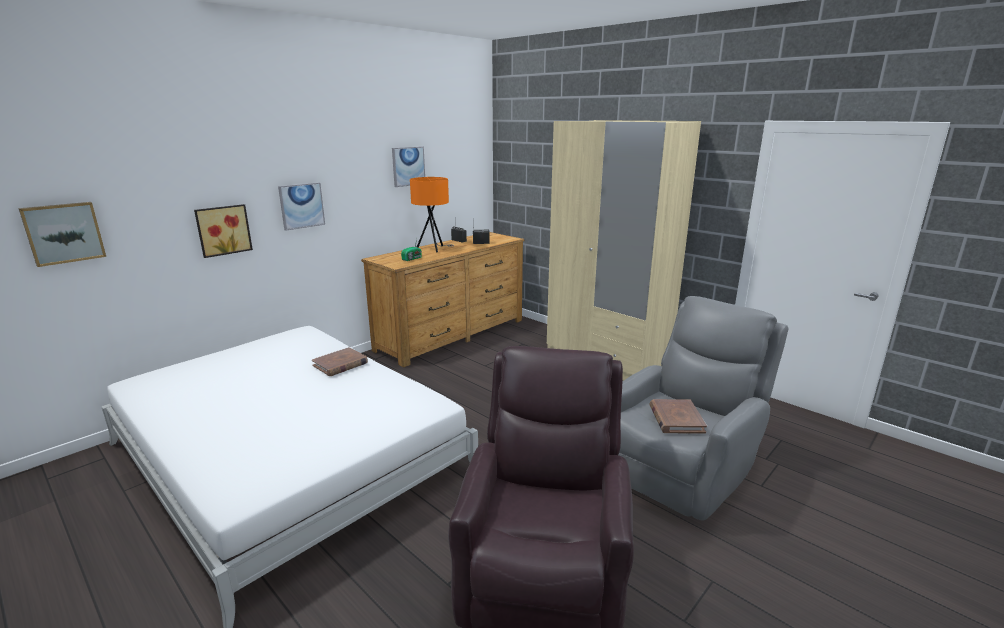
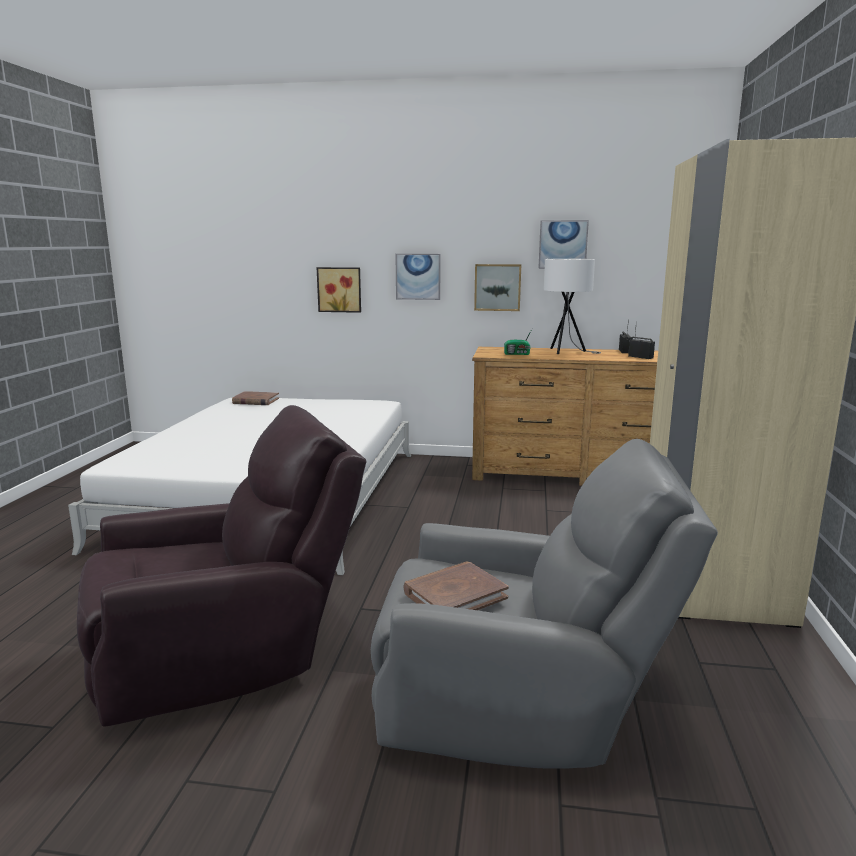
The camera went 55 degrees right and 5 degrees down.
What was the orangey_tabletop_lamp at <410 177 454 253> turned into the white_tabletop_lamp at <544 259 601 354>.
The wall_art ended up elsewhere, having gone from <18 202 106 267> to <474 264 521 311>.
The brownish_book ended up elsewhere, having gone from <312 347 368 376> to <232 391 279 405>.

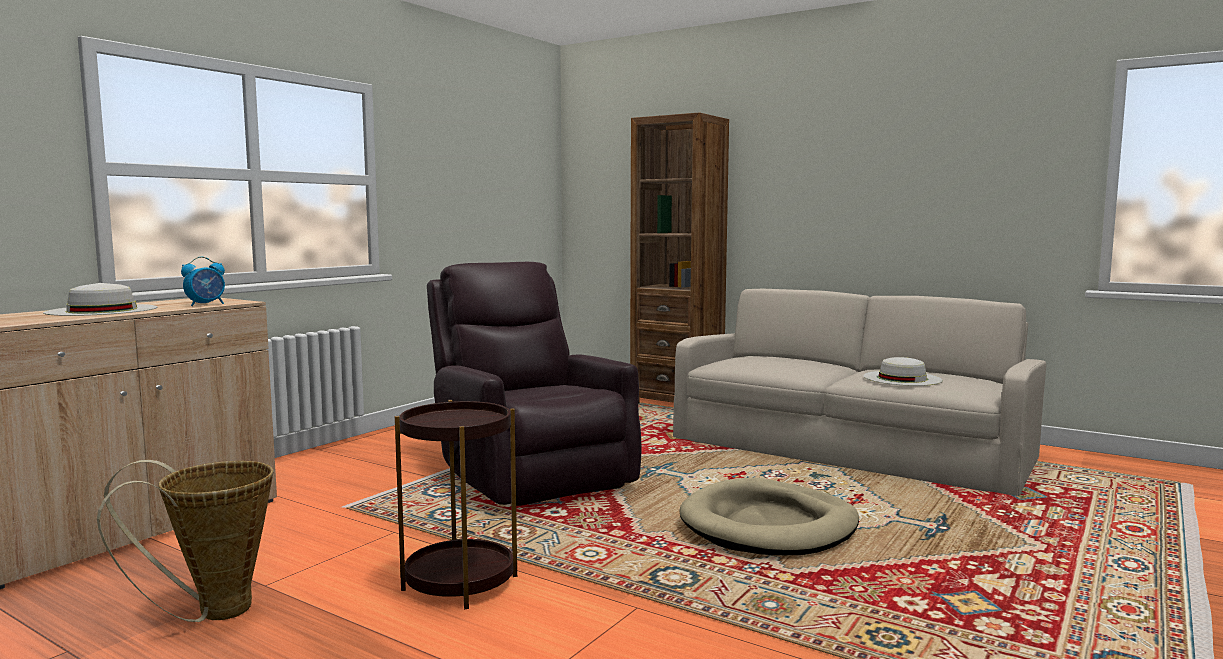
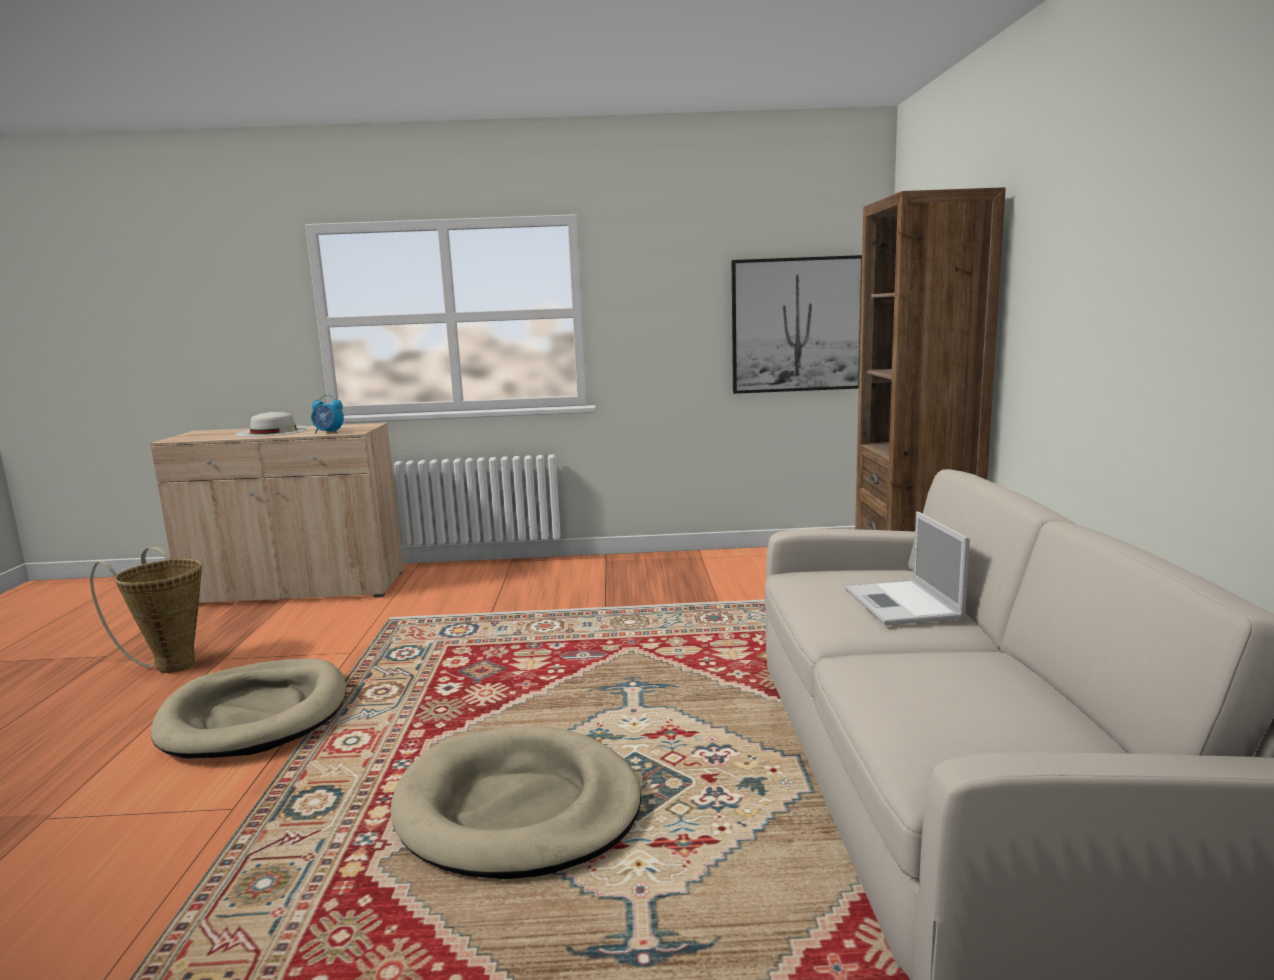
The camera went 55 degrees right and 5 degrees up.
The second view lost the brownish_armchair at <427 262 641 506>.
The second view lost the white_clothing_hat at <864 357 943 386>.
Where the brownish_side_table stood at <395 400 517 609>, the beige_dog_cushion came to stand at <151 659 346 758>.
The second view gained the wall_art at <732 255 862 394>.
The second view gained the notebook_computer at <845 512 970 625>.

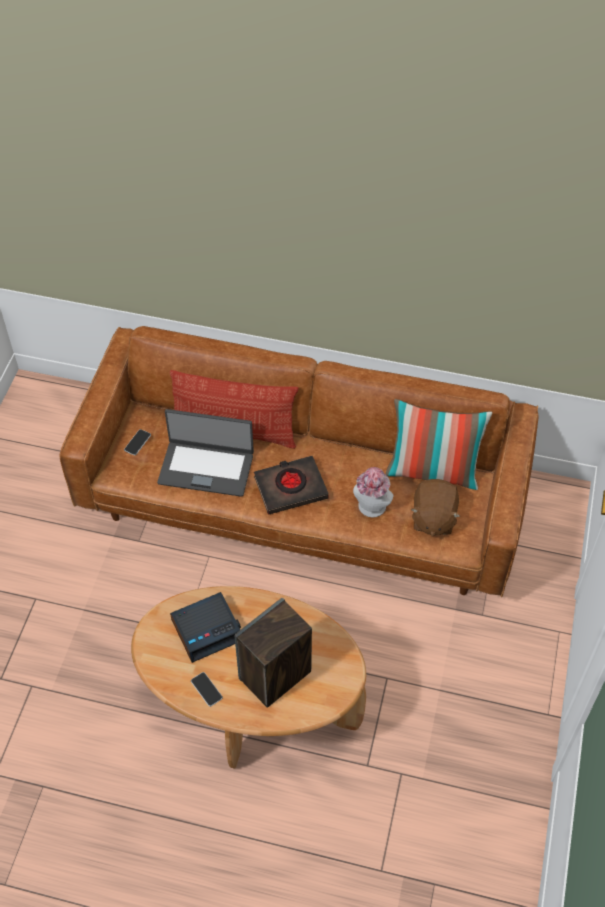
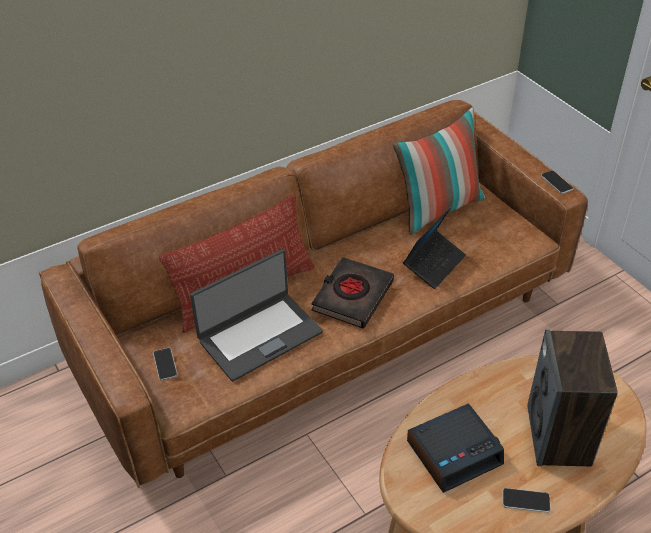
The camera went 45 degrees left and 10 degrees down.
Where the clothing_hat stood at <353 467 394 517>, the notebook_computer came to stand at <403 208 466 289>.
The second view lost the brownish_plush_toy at <411 479 460 537>.
The table_clock at <170 592 241 663> ended up facing another way, 45 degrees clockwise from before.
The second view gained the telephone at <541 170 573 194>.

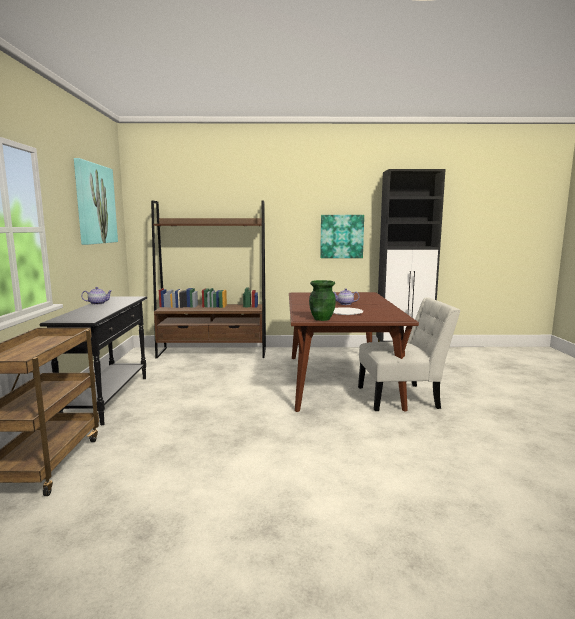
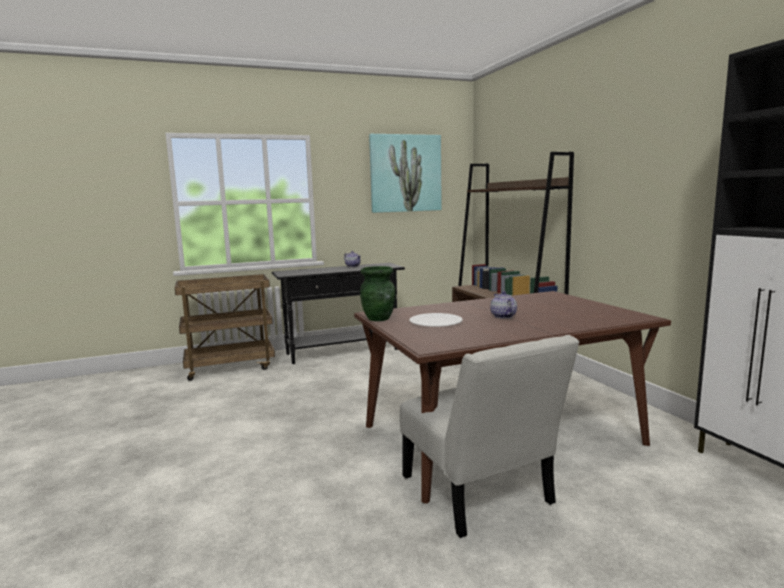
The camera went 70 degrees right and 0 degrees up.
The second view lost the wall_art at <320 215 364 258>.

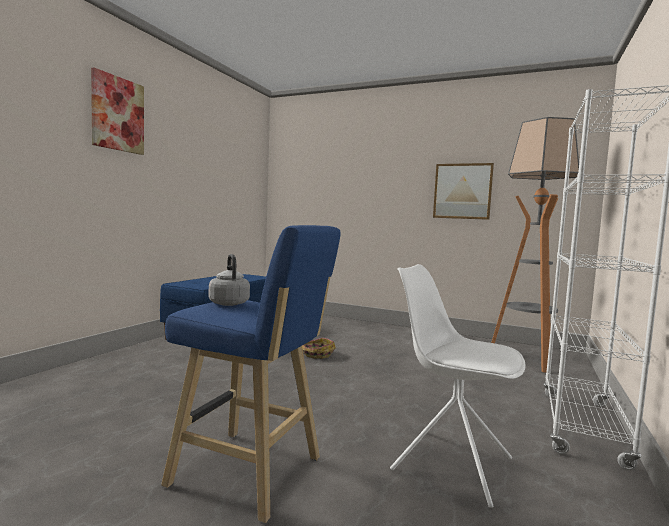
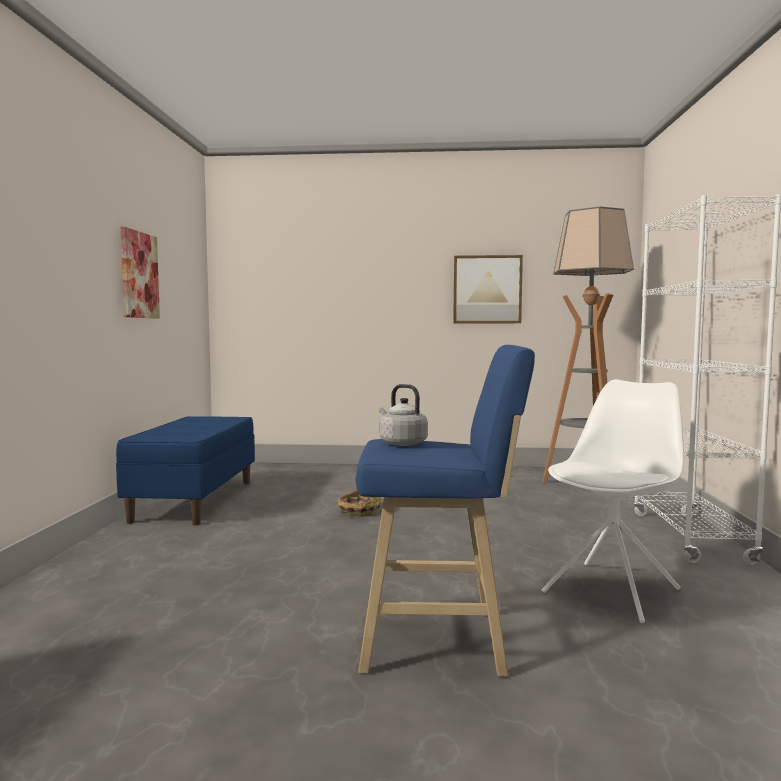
The camera went 20 degrees left and 0 degrees up.
The wall_art ended up elsewhere, having gone from <91 67 144 155> to <120 227 160 318>.
The white_chair at <390 264 525 508> ended up facing another way, 120 degrees clockwise from before.

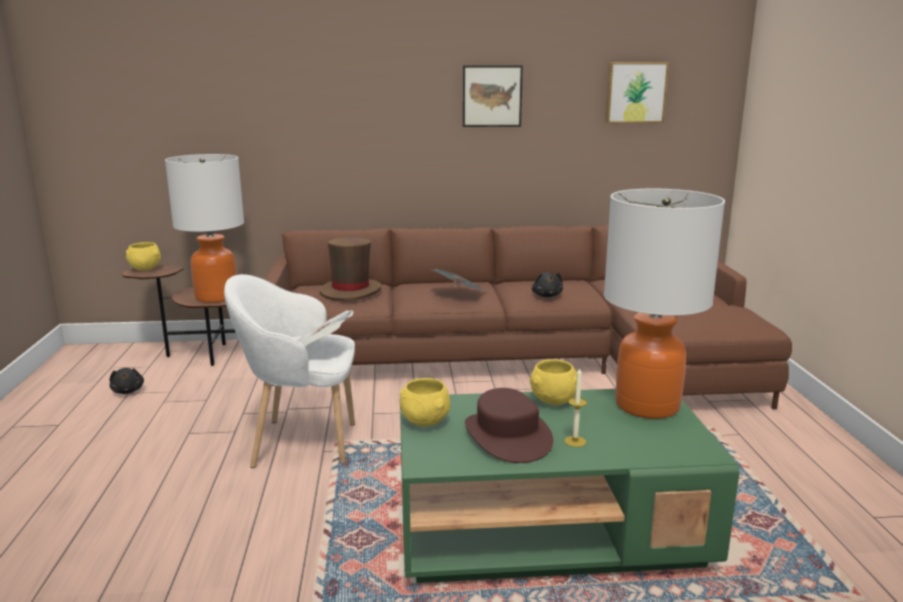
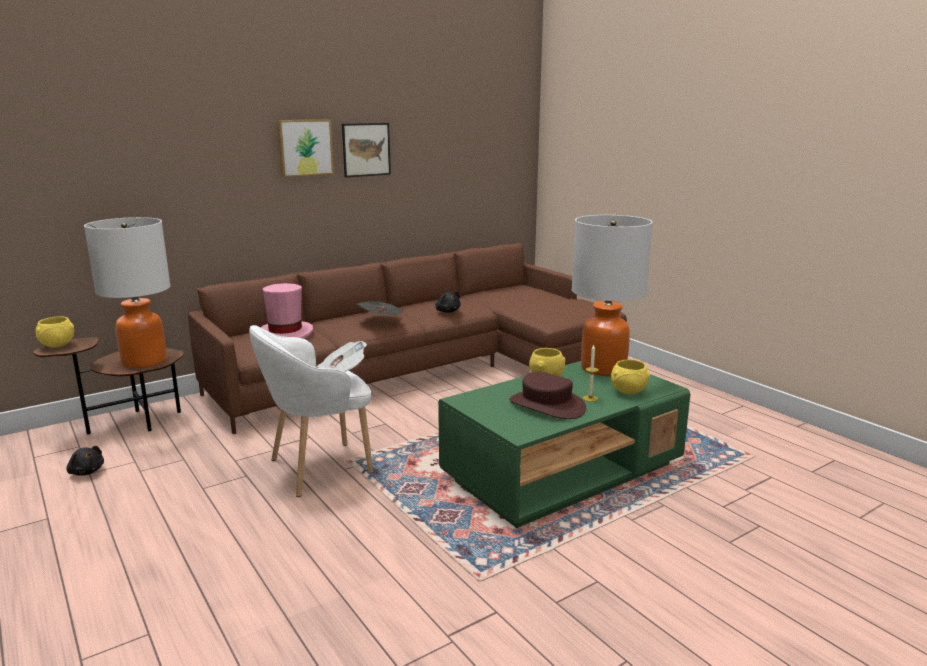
The camera went 30 degrees left and 0 degrees up.
The wall_art ended up elsewhere, having gone from <605 62 669 123> to <277 119 334 177>.
What was the brownish_clothing_hat at <320 237 381 301> turned into the pinkish_clothing_hat at <261 283 313 339>.
The yellow-coloured_bowl ended up elsewhere, having gone from <399 378 450 426> to <611 360 650 394>.

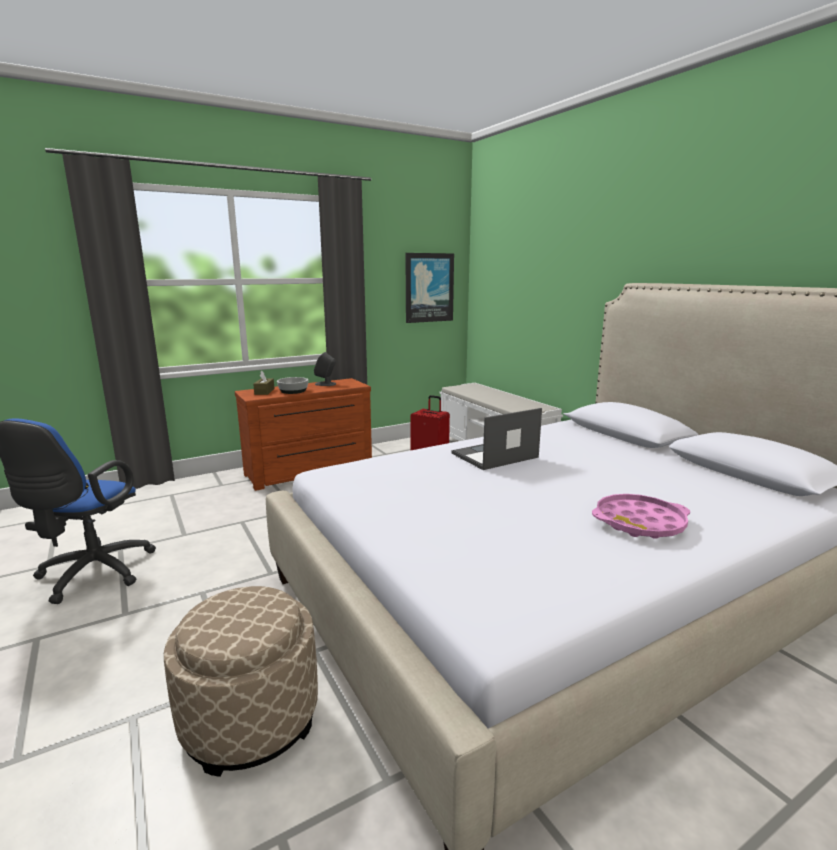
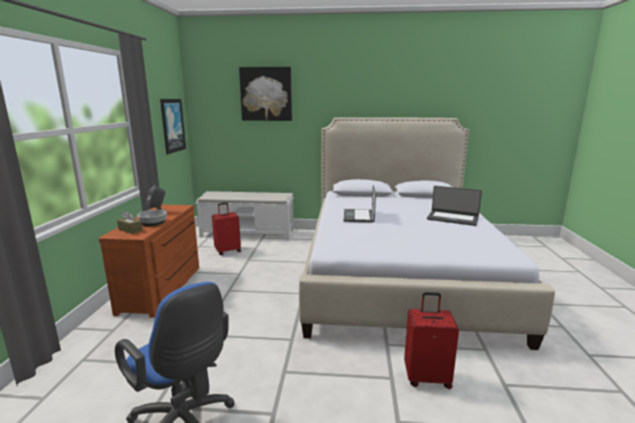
The camera went 55 degrees left and 0 degrees up.
Where the pinkish_carrying_tray stood at <592 494 690 539>, the notebook_computer came to stand at <427 186 482 226>.
Where the beige_ottoman stood at <164 586 318 777>, the red-coloured_travel_case came to stand at <404 292 459 389>.
The second view gained the wall_art at <239 67 292 121>.

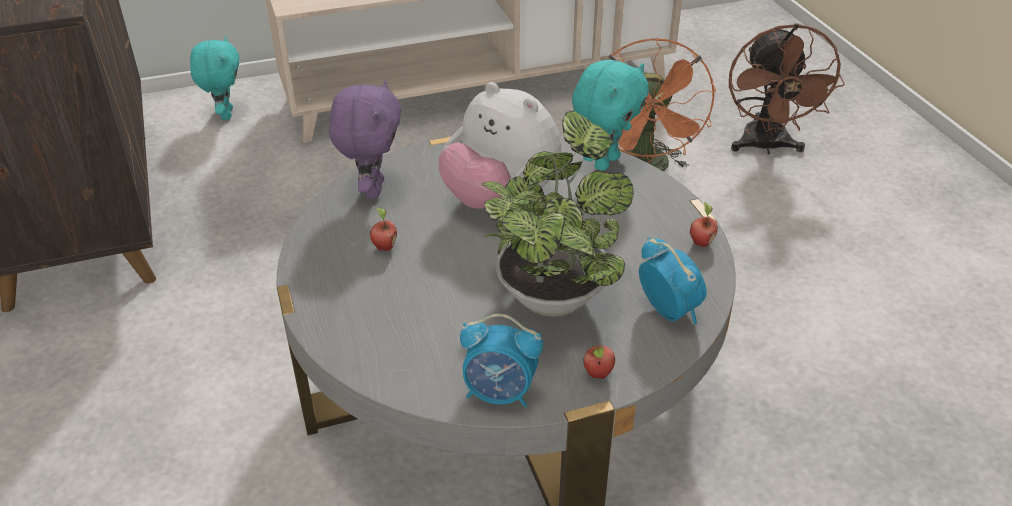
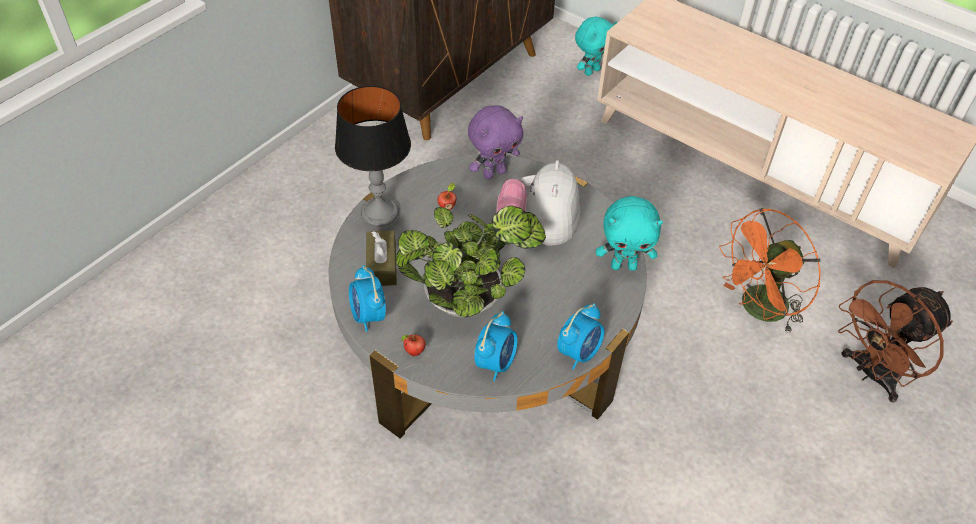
The camera went 55 degrees right and 10 degrees up.
Where the apple_fruit stood at <690 203 718 247>, the table_clock came to stand at <557 303 604 370>.
The second view gained the tabletop_lamp at <335 86 411 227>.
The second view gained the brownish_tissue_box at <366 230 397 286>.

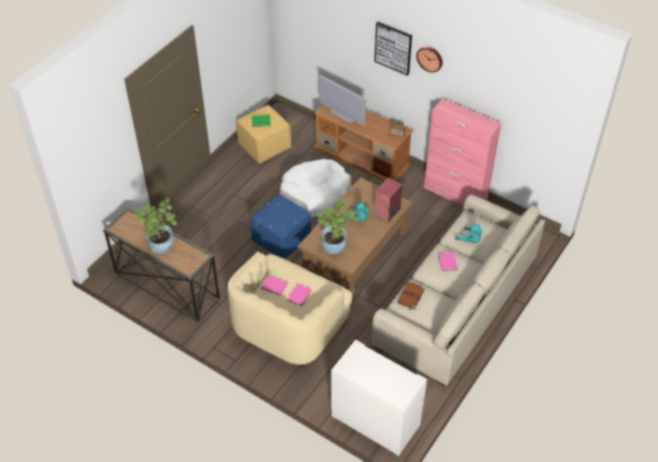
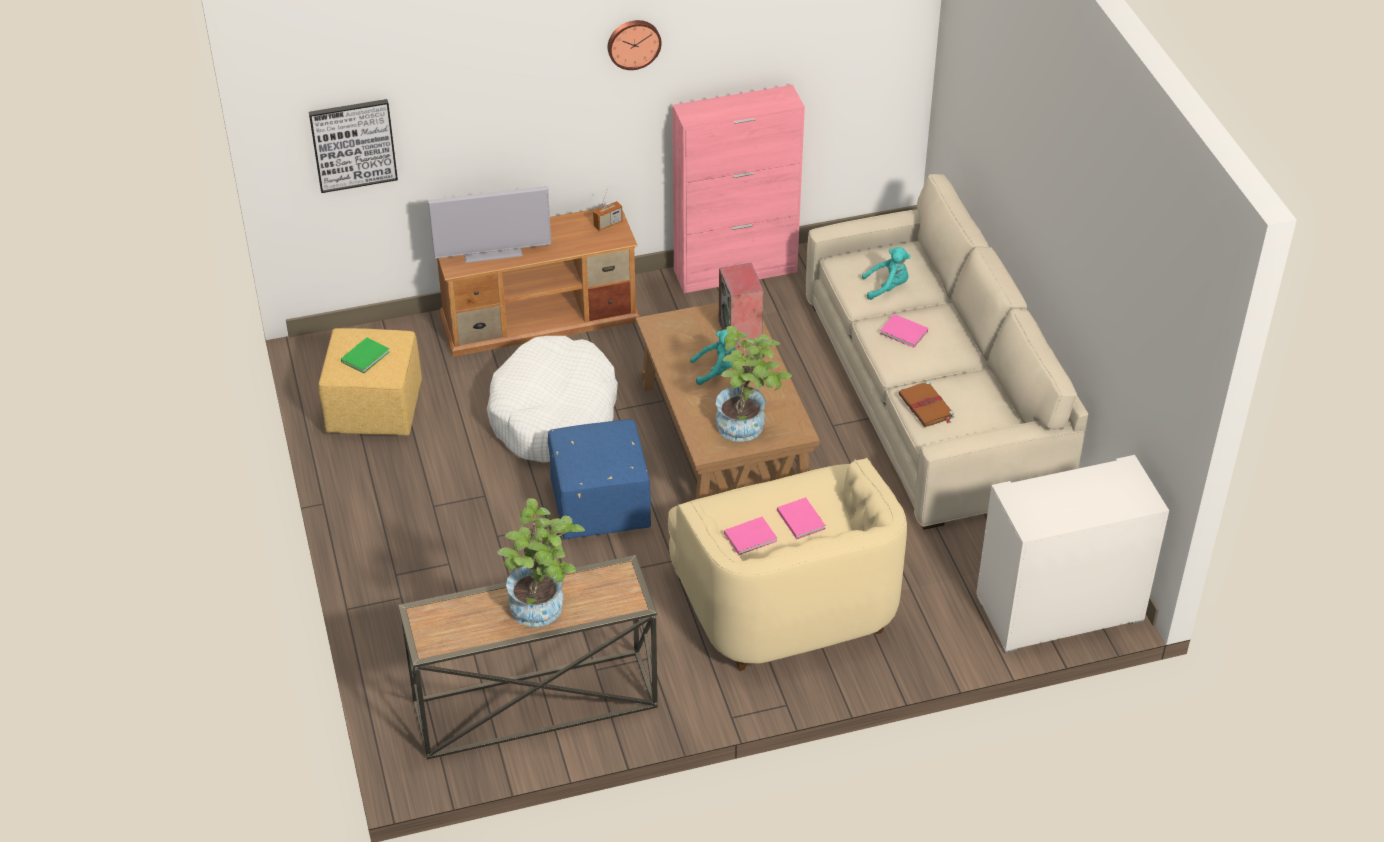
The camera went 50 degrees left and 5 degrees down.
The wall_art ended up elsewhere, having gone from <374 22 412 76> to <309 99 398 193>.

